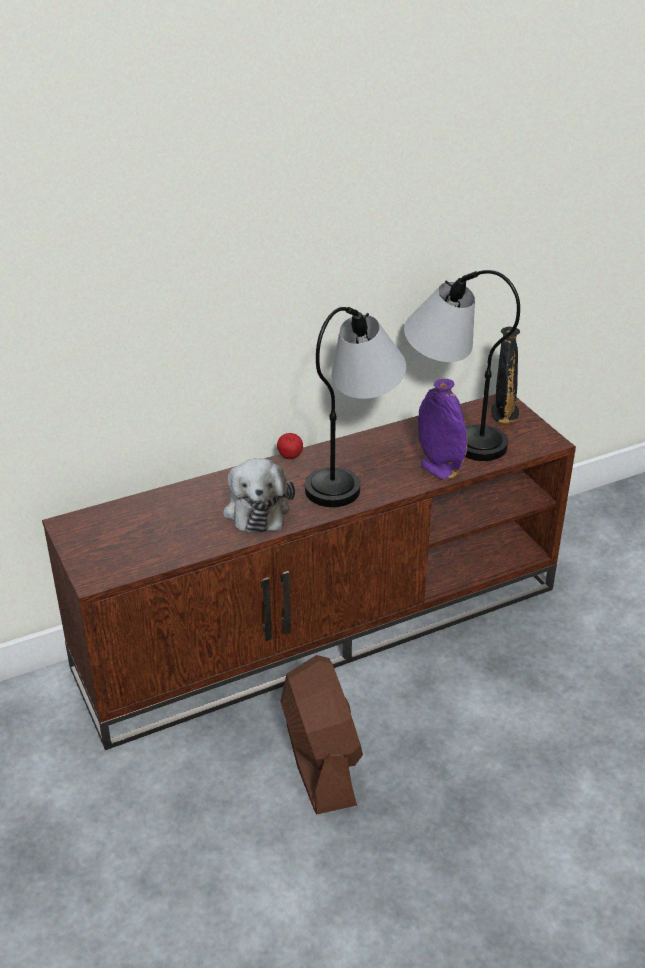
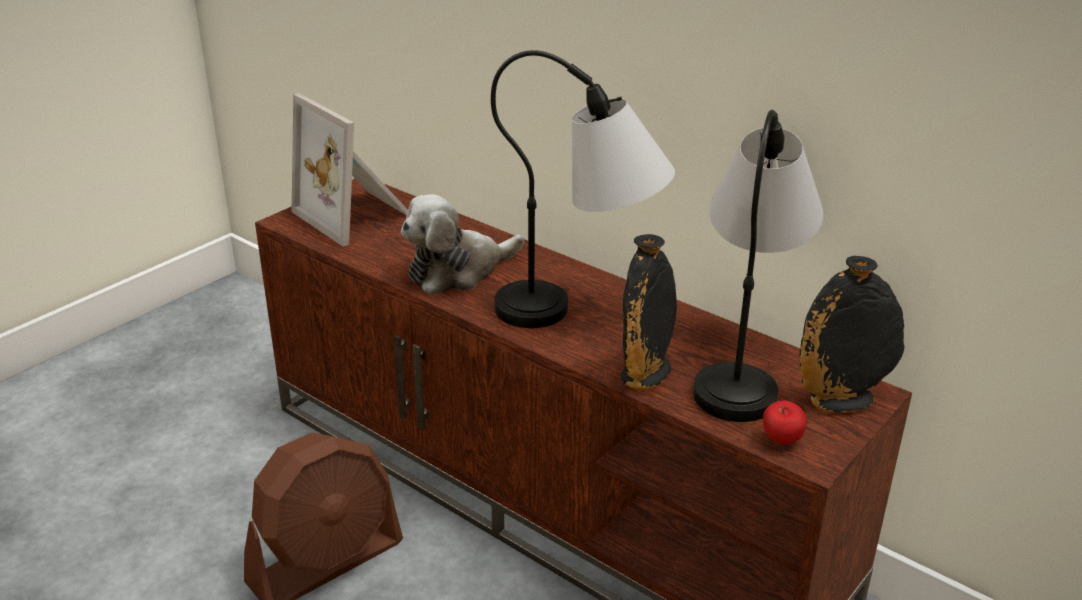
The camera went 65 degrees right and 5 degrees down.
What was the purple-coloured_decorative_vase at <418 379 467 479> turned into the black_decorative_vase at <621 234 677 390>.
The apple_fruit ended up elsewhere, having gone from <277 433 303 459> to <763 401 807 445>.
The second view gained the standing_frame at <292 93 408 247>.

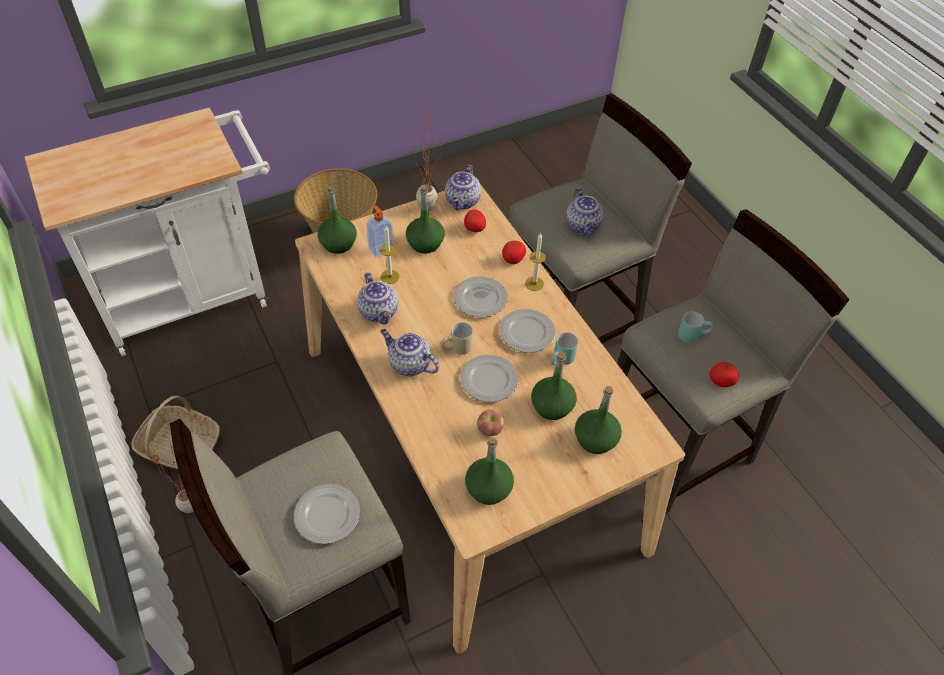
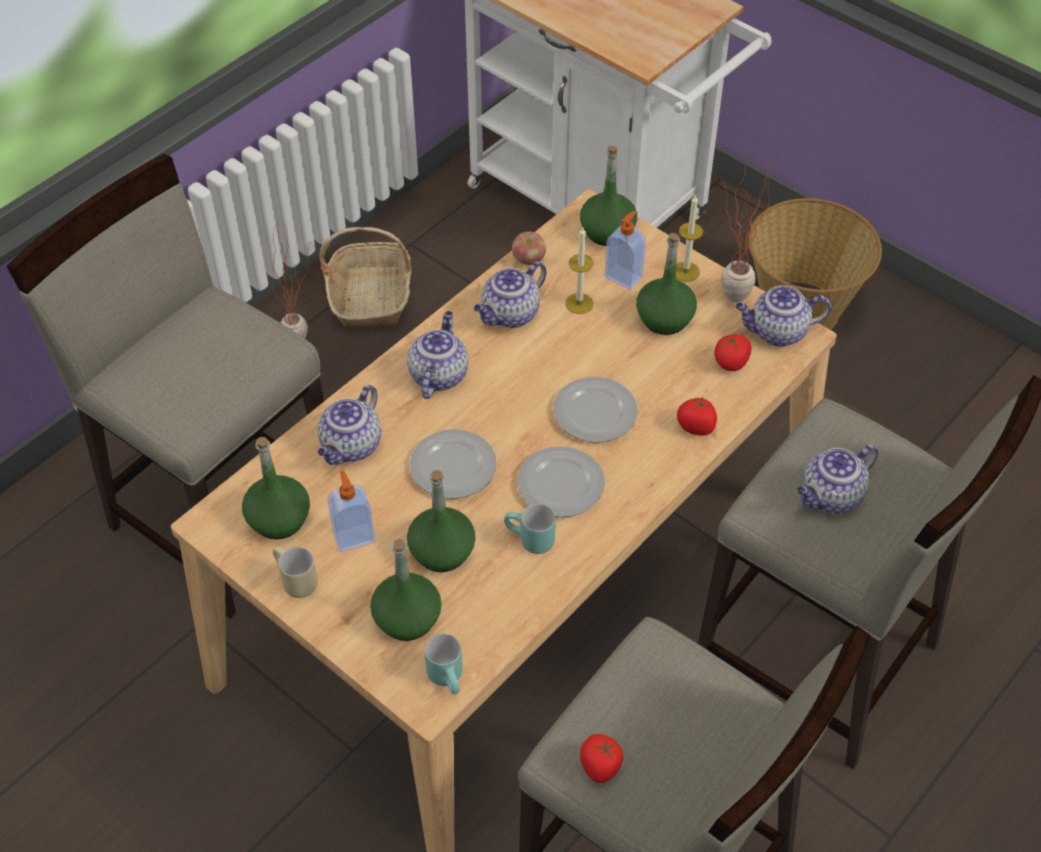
The camera went 70 degrees right and 0 degrees up.
The wax_candle ended up elsewhere, having gone from <525 233 546 291> to <676 194 703 282>.
The turquoise-coloured_tea_mug ended up elsewhere, having gone from <678 311 714 343> to <425 634 463 694>.
The beige_tea_mug ended up elsewhere, having gone from <441 322 473 355> to <273 546 318 598>.
The apple_fruit ended up elsewhere, having gone from <477 410 504 436> to <512 231 546 265>.
The second view lost the plate at <294 484 360 544>.
The second view gained the tea_pot at <318 385 381 465>.
The second view gained the soap_dispenser at <327 471 375 552>.

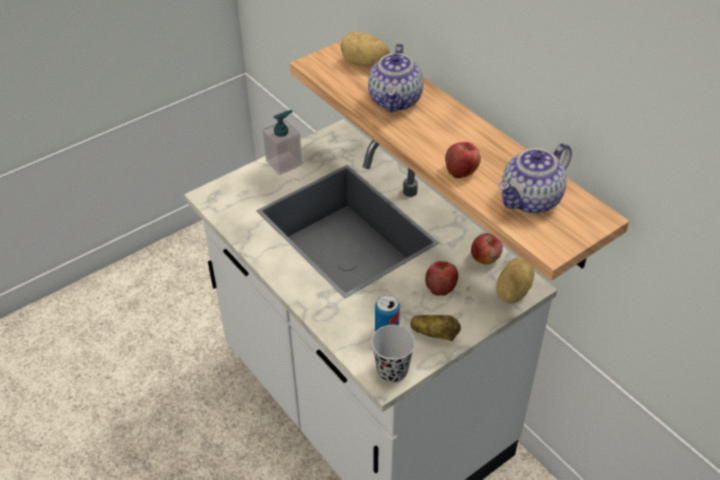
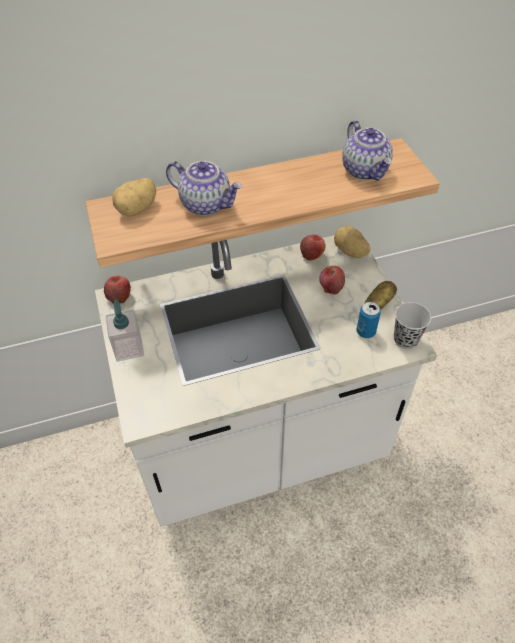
The camera went 70 degrees left and 5 degrees up.
The apple_fruit ended up elsewhere, having gone from <445 142 481 178> to <104 276 131 304>.

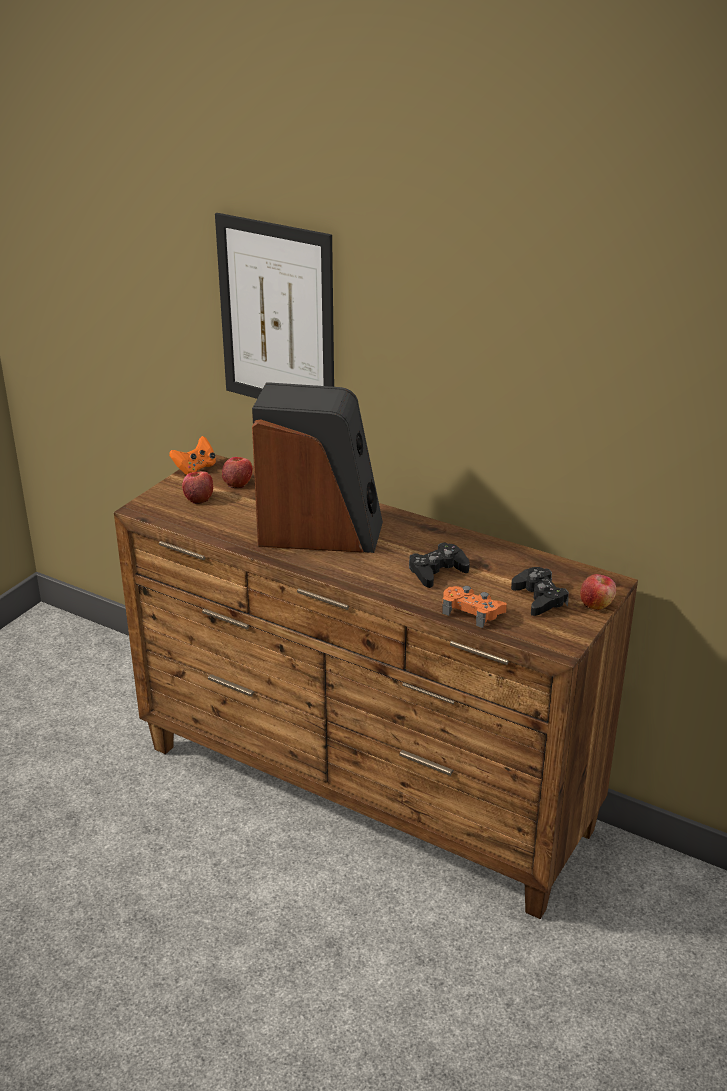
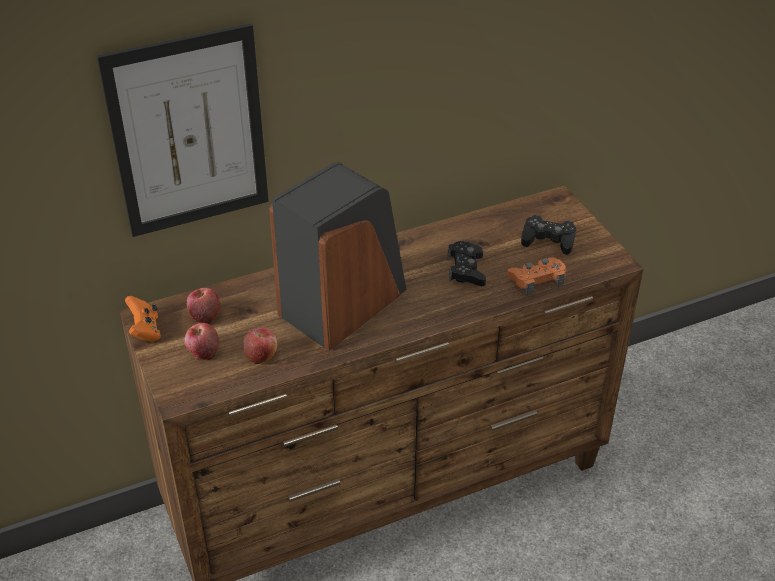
The camera went 55 degrees left and 10 degrees up.
The apple_fruit ended up elsewhere, having gone from <580 574 616 610> to <243 328 277 364>.

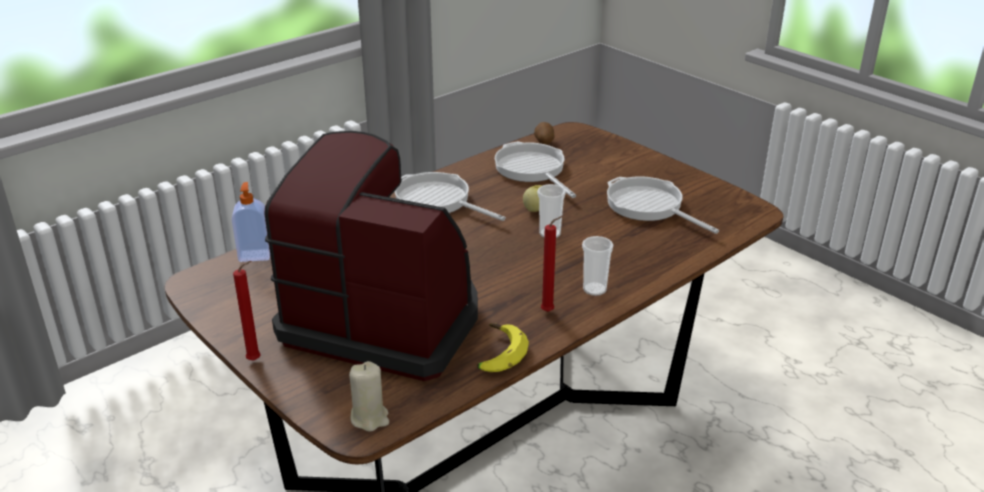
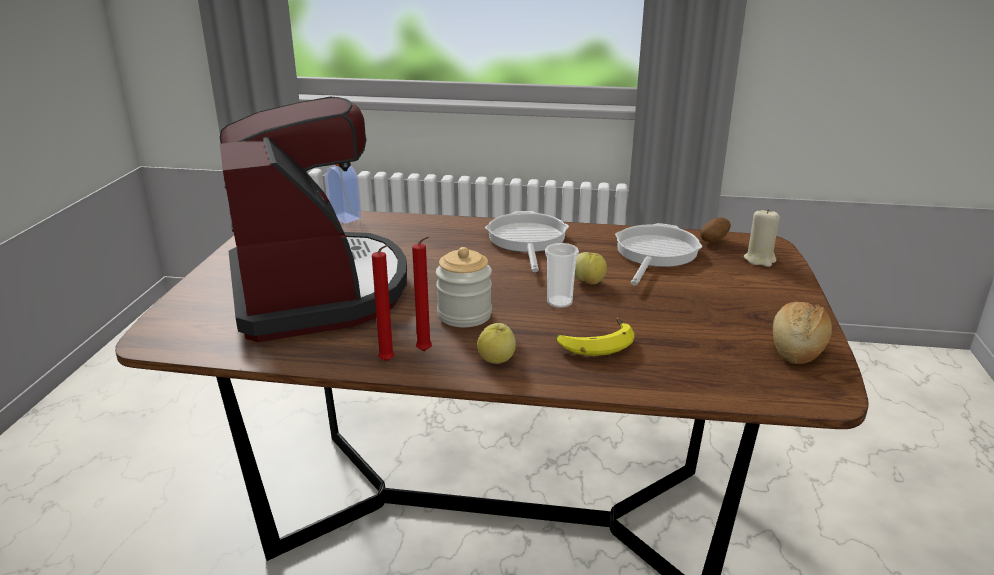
The camera went 50 degrees right and 5 degrees down.
The second view lost the frying_pan at <607 176 719 234>.
Where the drinking_cup stood at <582 236 614 296>, the apple_fruit came to stand at <477 323 516 364>.
The red-coloured_wax_candle ended up elsewhere, having gone from <233 261 261 361> to <372 245 395 361>.
The banana_fruit ended up elsewhere, having gone from <476 323 529 372> to <556 318 635 356>.
The beige_wax_candle ended up elsewhere, having gone from <349 361 389 432> to <744 208 780 267>.
The second view gained the jar at <436 247 492 327>.
The second view gained the bread at <773 302 832 364>.

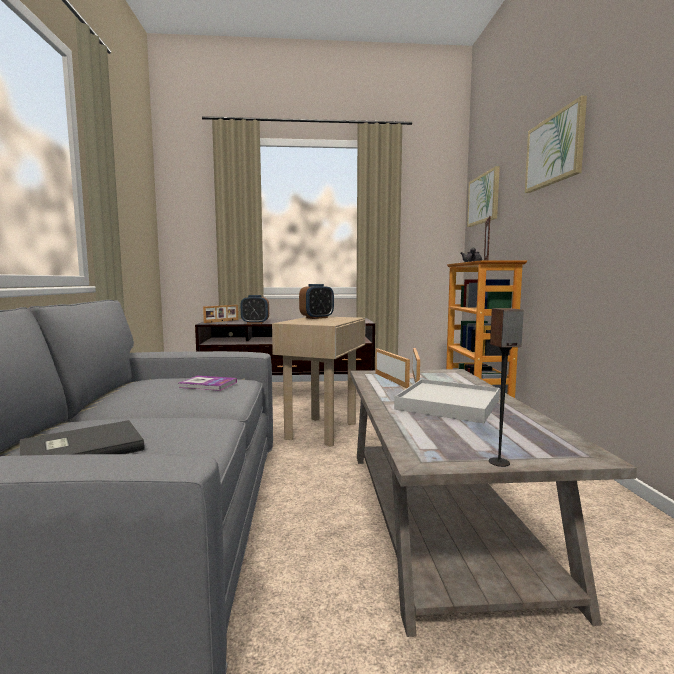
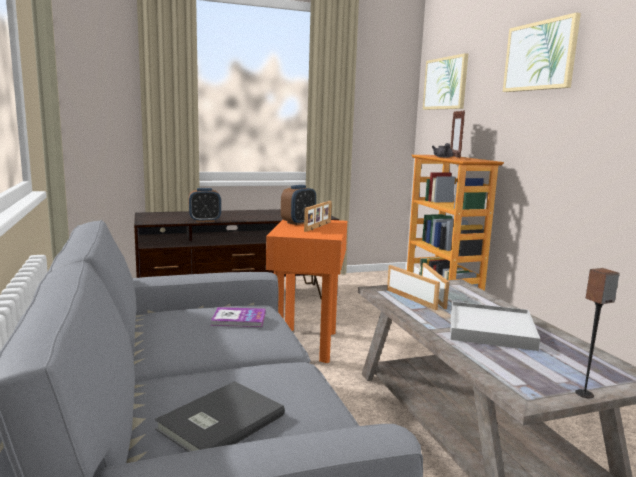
The camera went 15 degrees left and 5 degrees up.
The standing_frame ended up elsewhere, having gone from <203 305 238 323> to <304 201 332 232>.
What was the beige_side_table at <272 317 366 446> turned into the orangey_side_table at <266 220 347 363>.

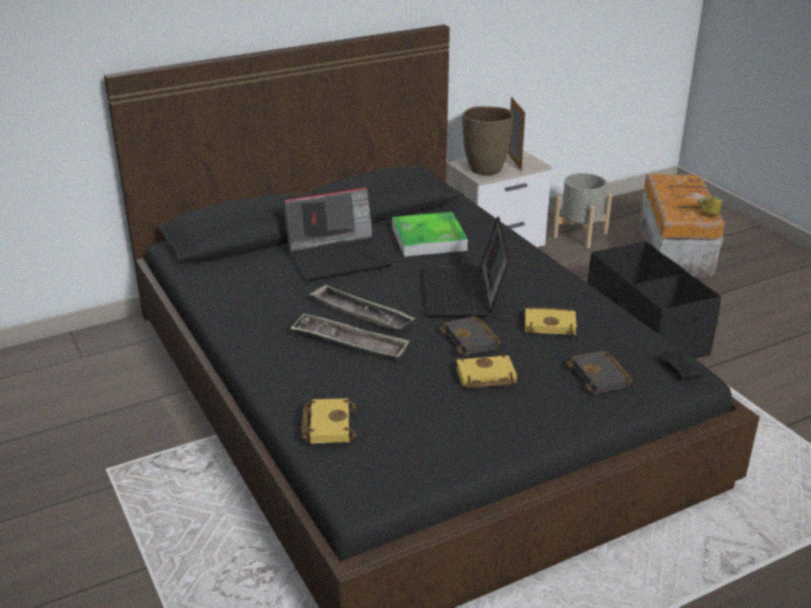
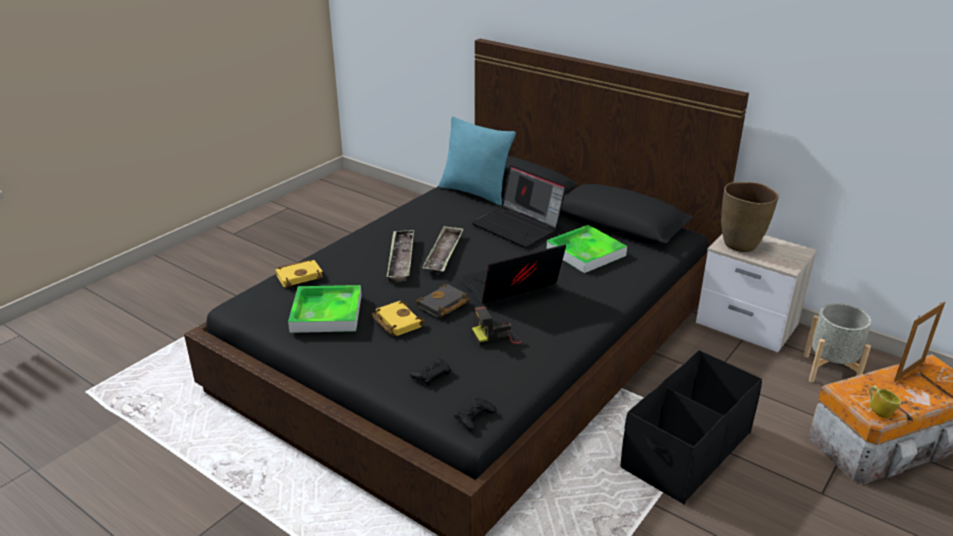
The camera went 65 degrees right and 0 degrees up.
The standing_frame ended up elsewhere, having gone from <508 97 525 171> to <894 302 945 382>.
Where the yellow-coloured_book stood at <525 307 577 336>, the photo_camera came to stand at <472 306 522 346>.
Where the black_book stood at <566 351 633 394>, the black_gamepad came to stand at <410 358 451 386>.
The second view gained the turquoise-coloured_throw_pillow at <439 116 516 206>.
The second view gained the carrying_tray at <288 285 362 333>.

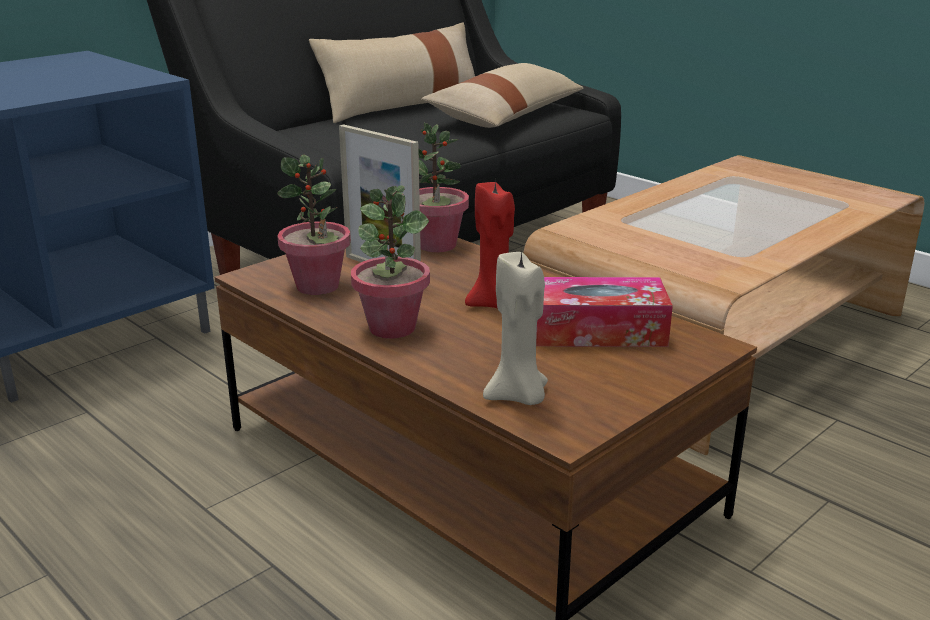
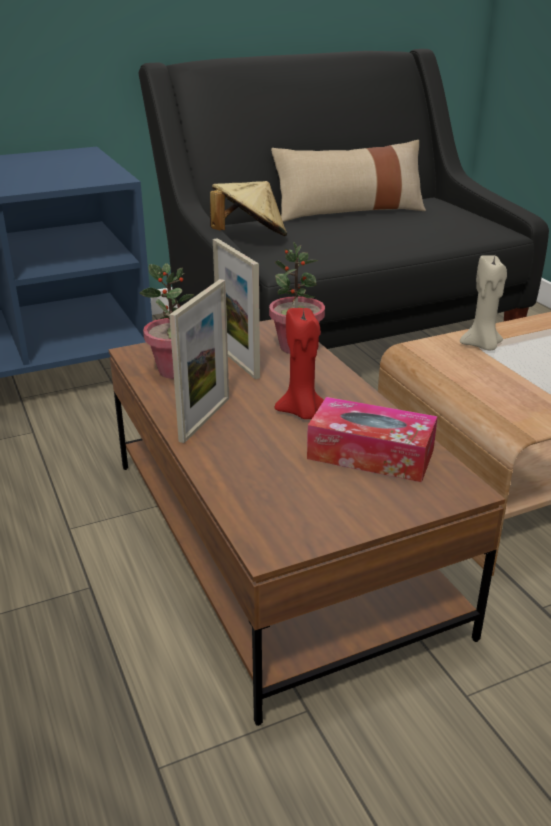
The camera went 20 degrees right and 5 degrees up.
The second view lost the beige_throw_pillow at <421 63 583 128>.
Where the potted_plant stood at <351 185 430 339>, the standing_frame came to stand at <169 279 229 443>.
The beige_wax_candle ended up elsewhere, having gone from <483 252 548 405> to <460 255 507 350>.
The second view gained the beige_clothing_hat at <210 181 287 236>.

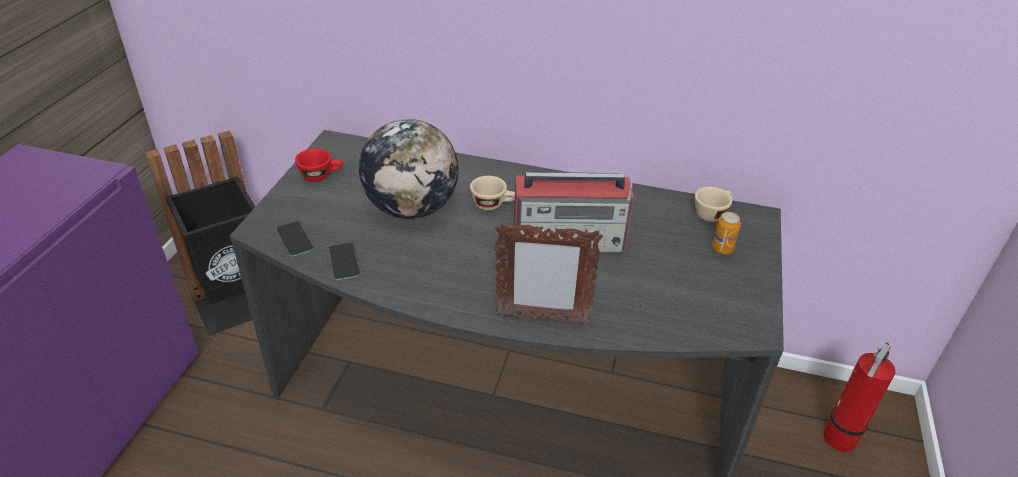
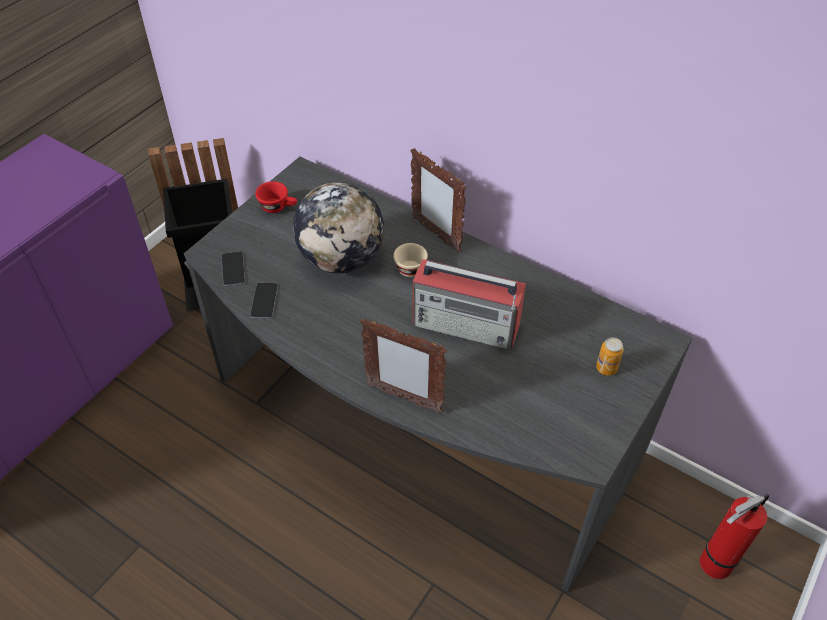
The camera went 20 degrees right and 10 degrees up.
The second view lost the beige_drinking_cup at <695 187 732 222>.
The second view gained the standing_frame at <410 148 466 253>.

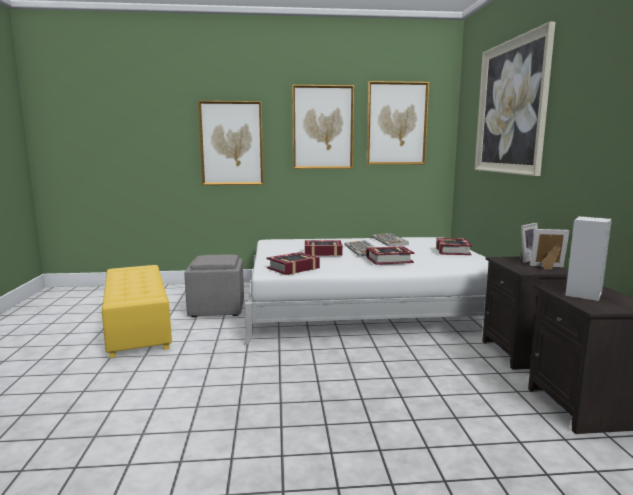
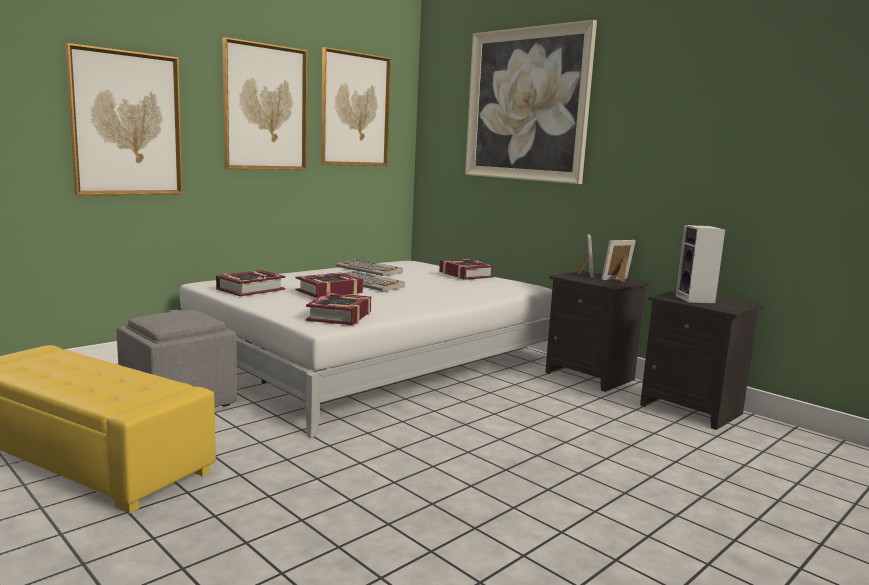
The camera went 40 degrees left and 0 degrees up.
The book ended up elsewhere, having gone from <366 246 414 265> to <216 270 285 296>.

